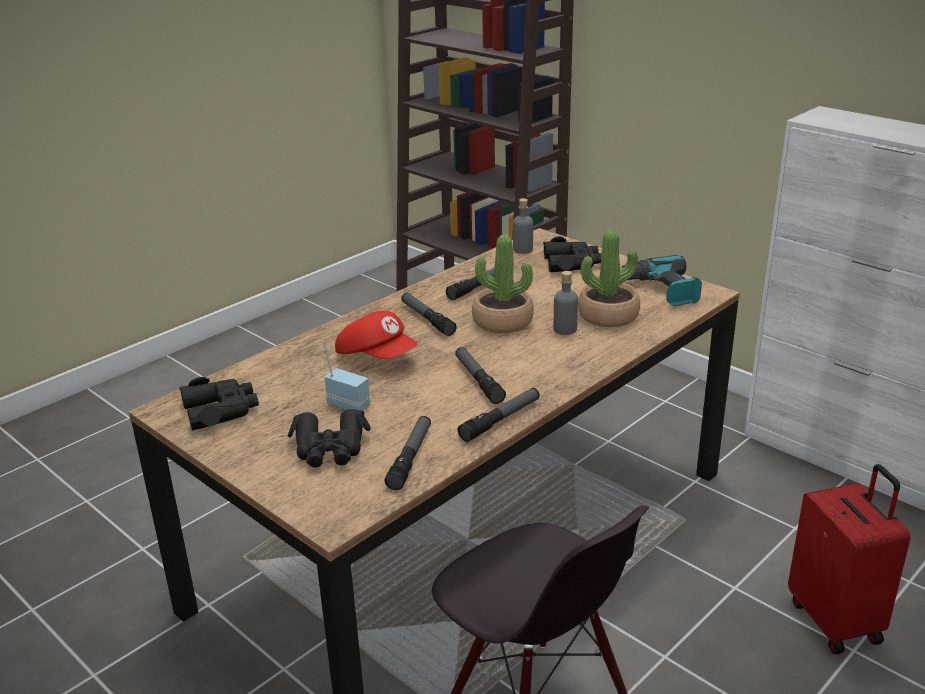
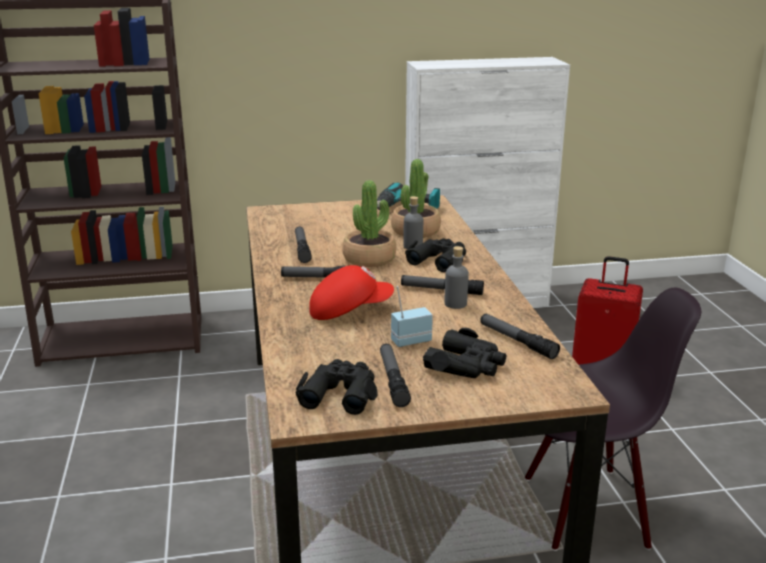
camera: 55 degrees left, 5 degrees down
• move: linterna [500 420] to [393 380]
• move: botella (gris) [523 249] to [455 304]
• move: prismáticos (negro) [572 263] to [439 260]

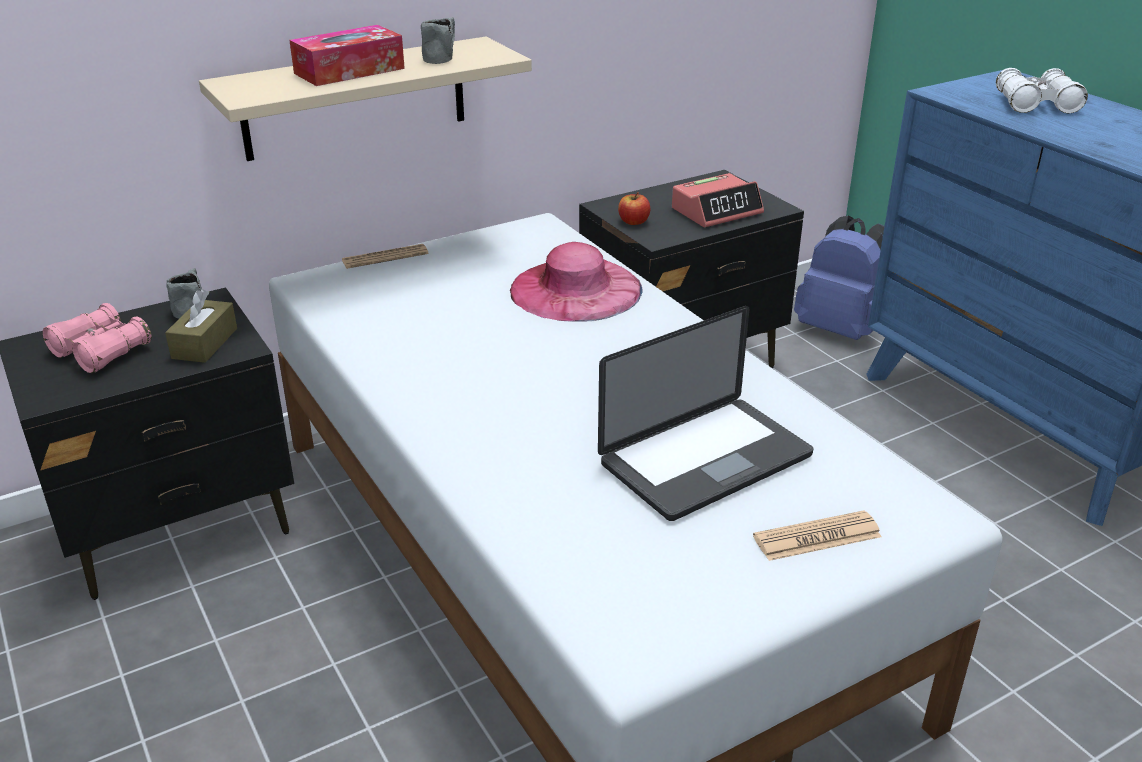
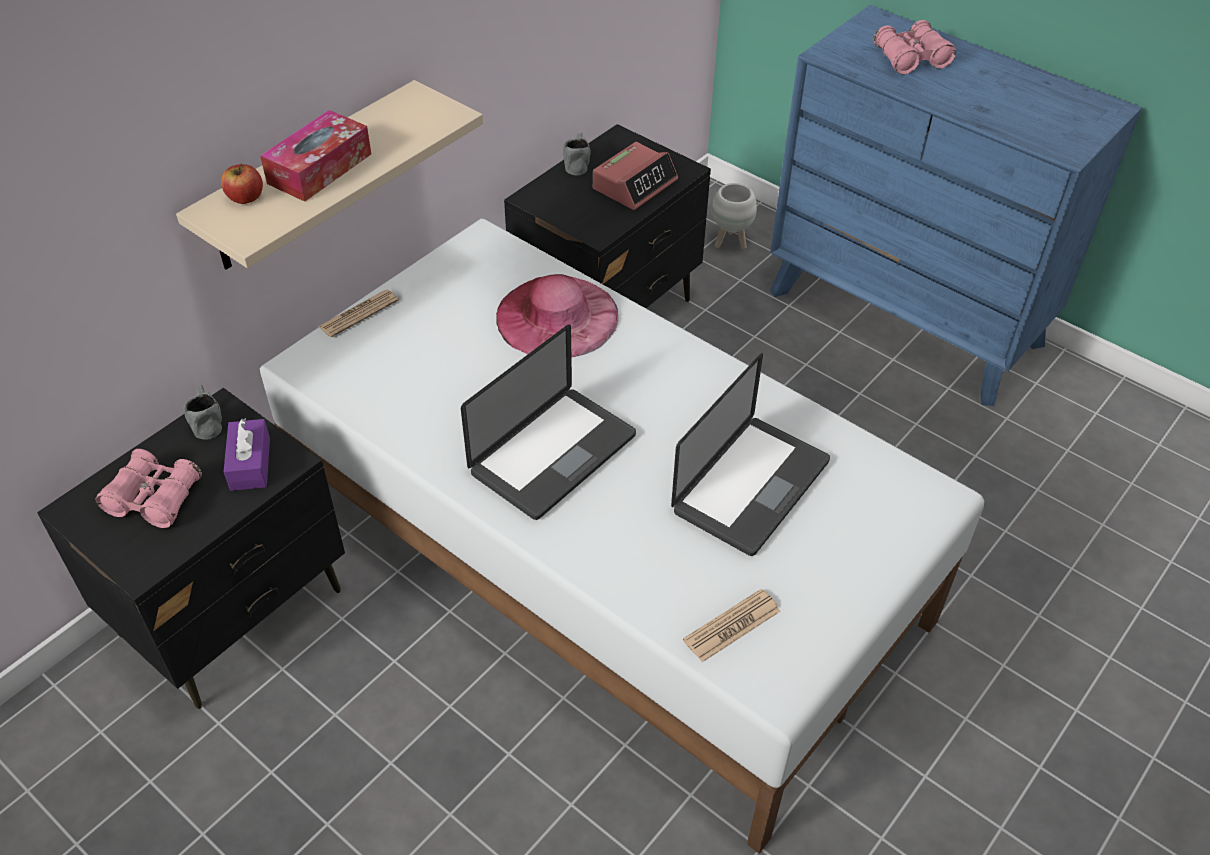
camera: 20 degrees left, 15 degrees up
• recolor: caja de pañuelos (marrón) [205 343] to caja de pañuelos (morado) [250 464]
• move: taza grande (gris) [442 57] to [577 164]
• move: manzana [633 222] to [245 198]
• move: periódico [817 537] to [732 626]
• replace: mochila (azul) [839 329] to maceta (blanco) [730 242]
• recolor: prismáticos (blanco) [1036 104] to prismáticos (rosa) [911 58]
• insert: portátil [553 454]

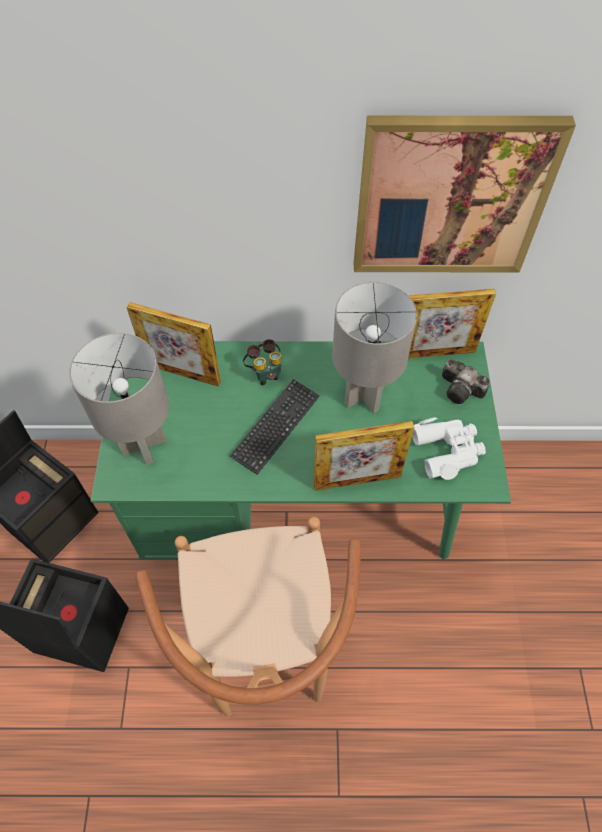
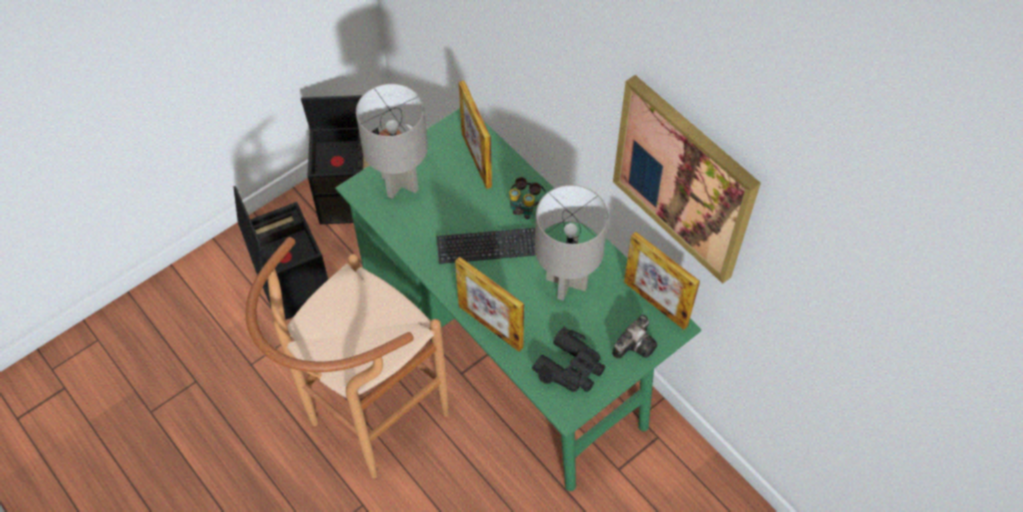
camera: 50 degrees right, 0 degrees up
• recolor: prismáticos (blanco) [447 450] to prismáticos (negro) [571 367]
• rotate: cámara [462 390] = [636 344] 135 degrees counterclockwise

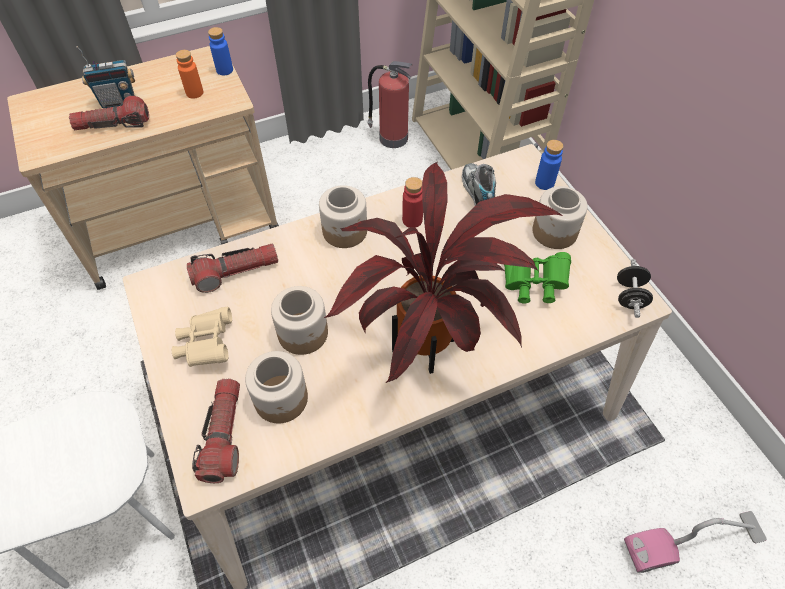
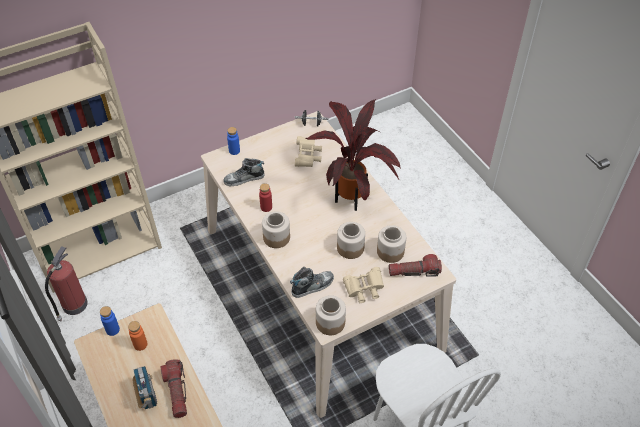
camera: 95 degrees left, 5 degrees down
• replace: linterna [235 272] to zapato [312 286]
• recolor: prismáticos (verde) [533 284] to prismáticos (beis) [307 157]
• move: tarro [555 232] to [330 322]
• delete: aspiradora [693 541]

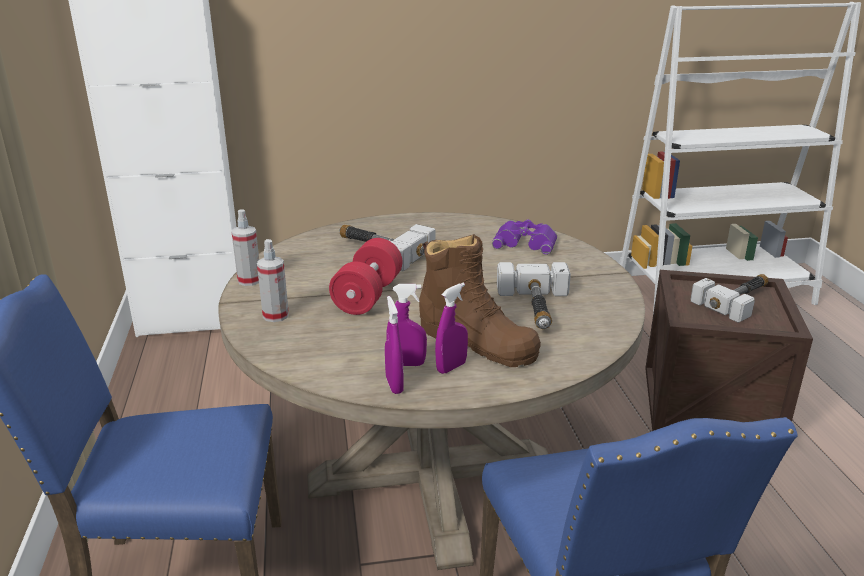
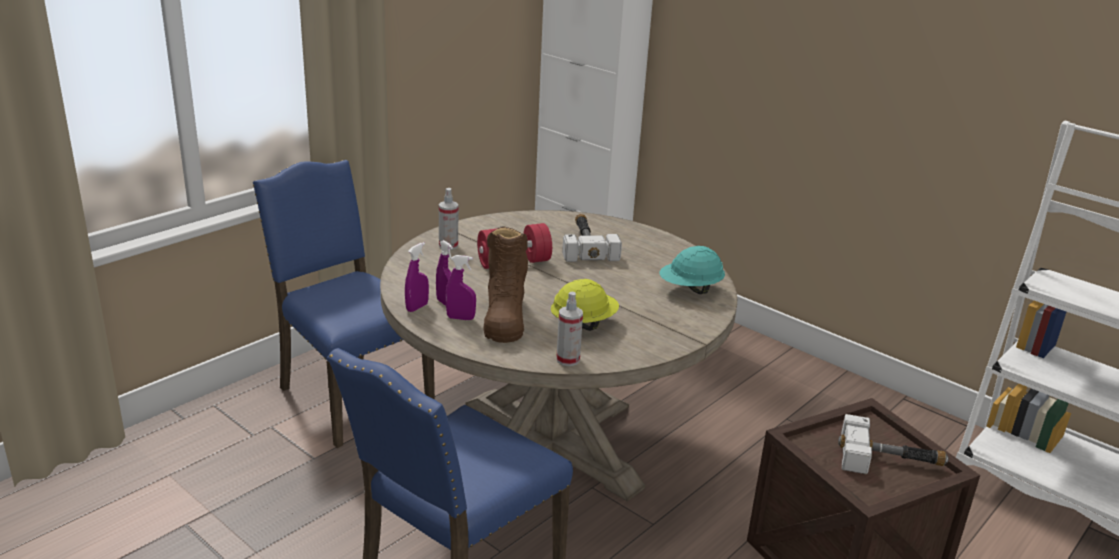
camera: 50 degrees right, 0 degrees up
• move: pulverizador [249 280] to [568 360]
• replace: prismáticos (morado) [526 242] to casco (turquesa) [690 289]
• replace: martillo [536 308] to casco (amarillo) [583 323]

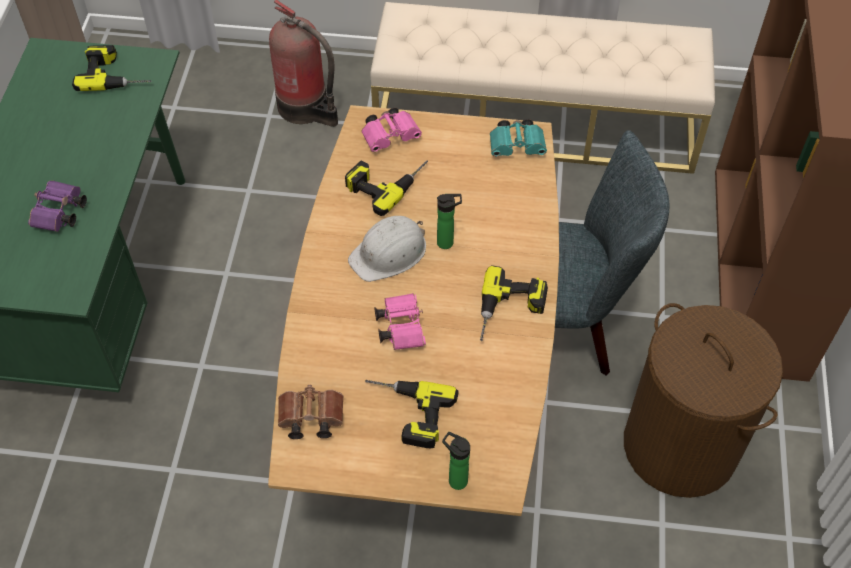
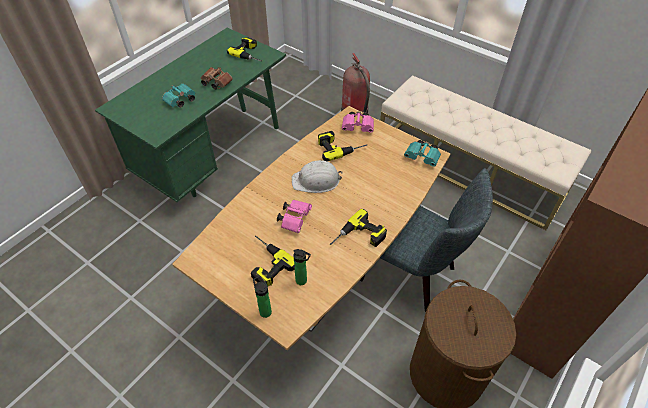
camera: 30 degrees right, 5 degrees down
• recolor: prismáticos (morado) [60 214] to prismáticos (turquesa) [180 101]
• move: prismáticos (marrón) [309 419] to [215 83]
• move: botella [448 242] to [303 281]

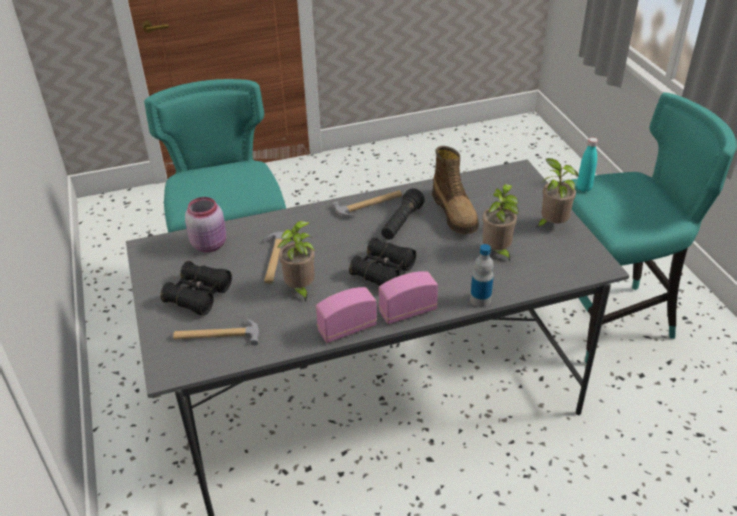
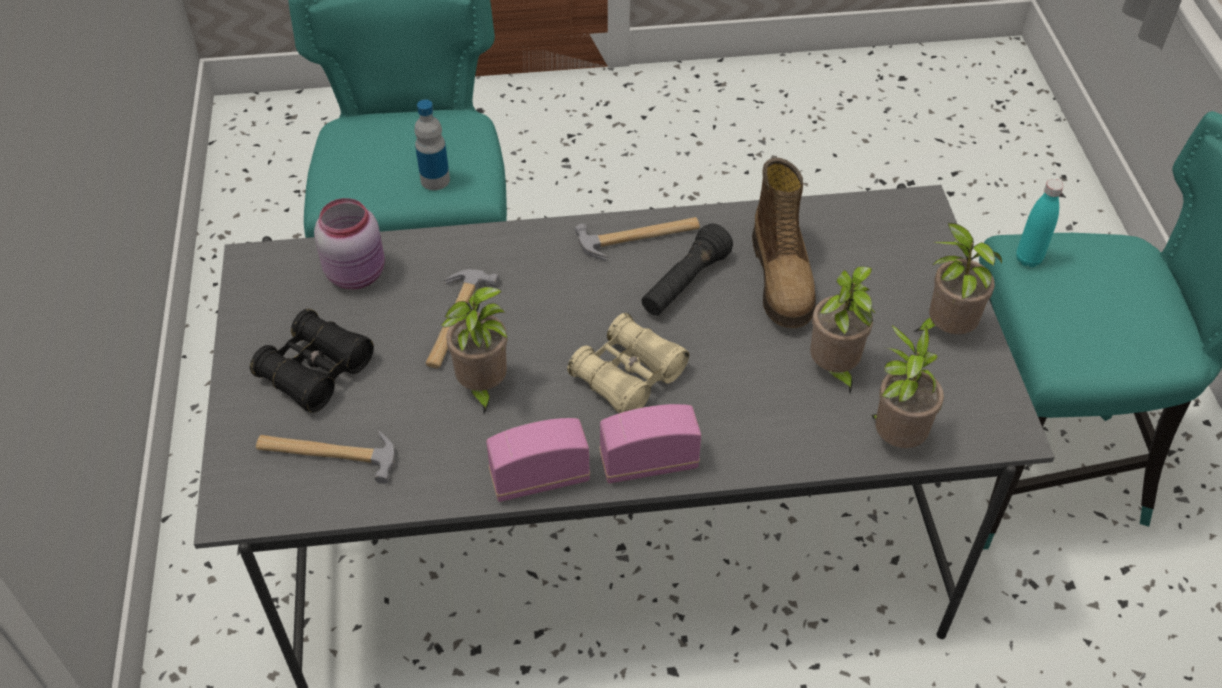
camera: 10 degrees right, 10 degrees up
• recolor: prismáticos (negro) [383 271] to prismáticos (beis) [628 376]
• move: botella [480 300] to [435 180]
• insert: planta en maceta [895 437]

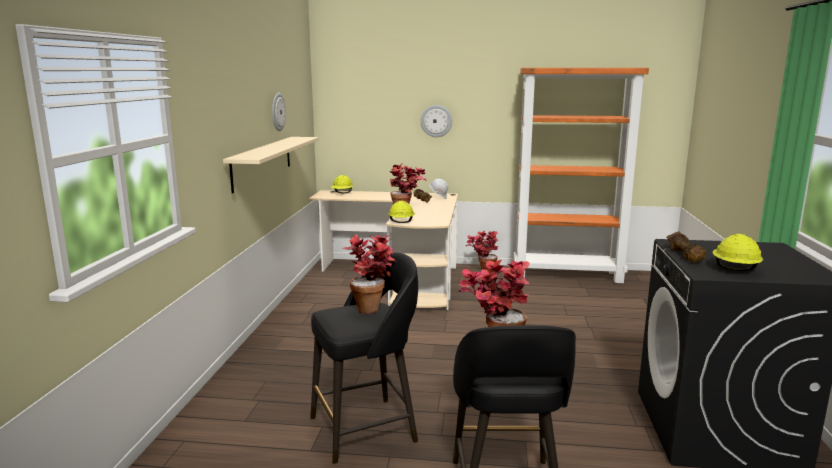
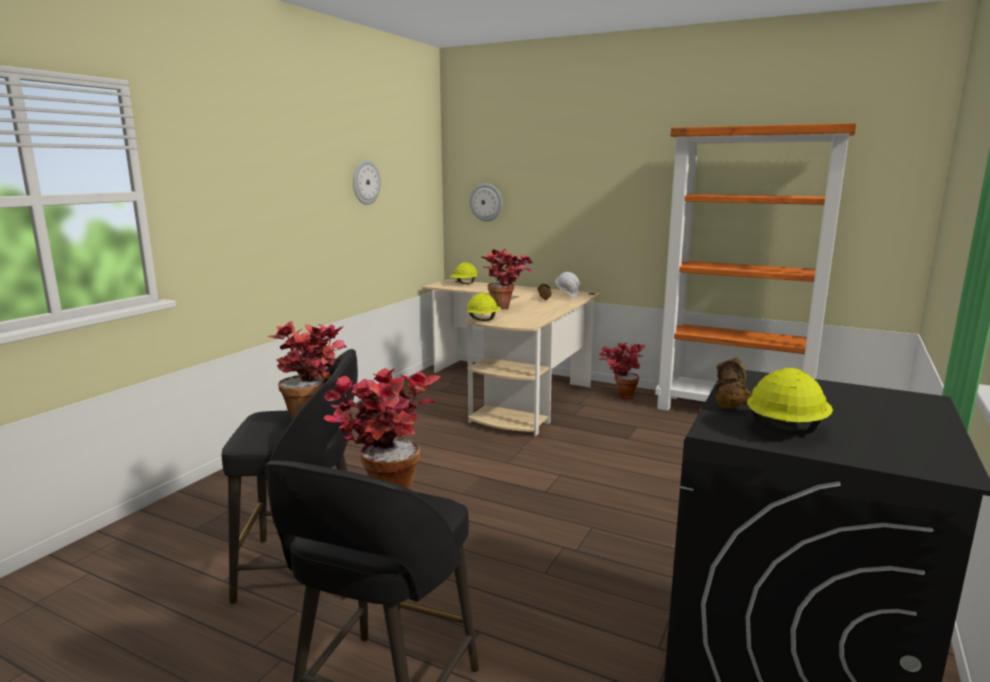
camera: 20 degrees right, 0 degrees up
• delete: estante (beis) [262 162]
• move: reloj de pared [436 121] to [486 202]

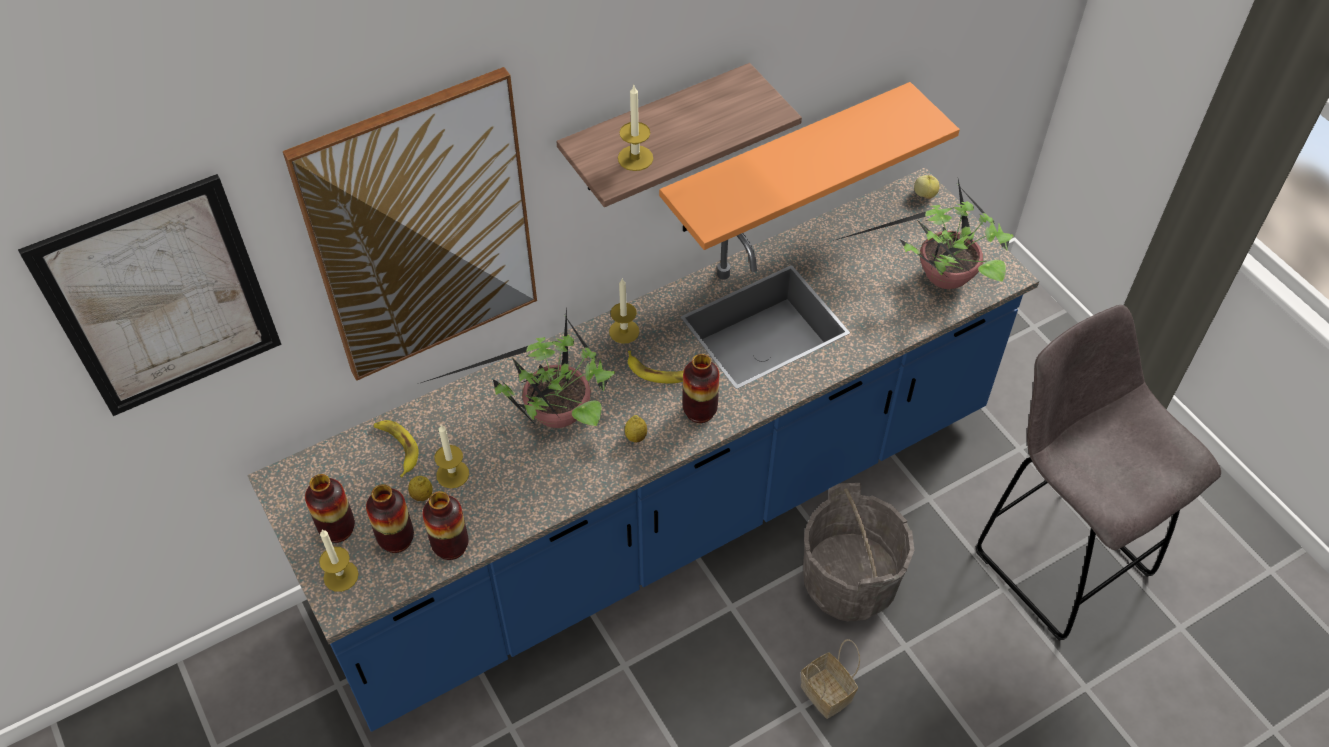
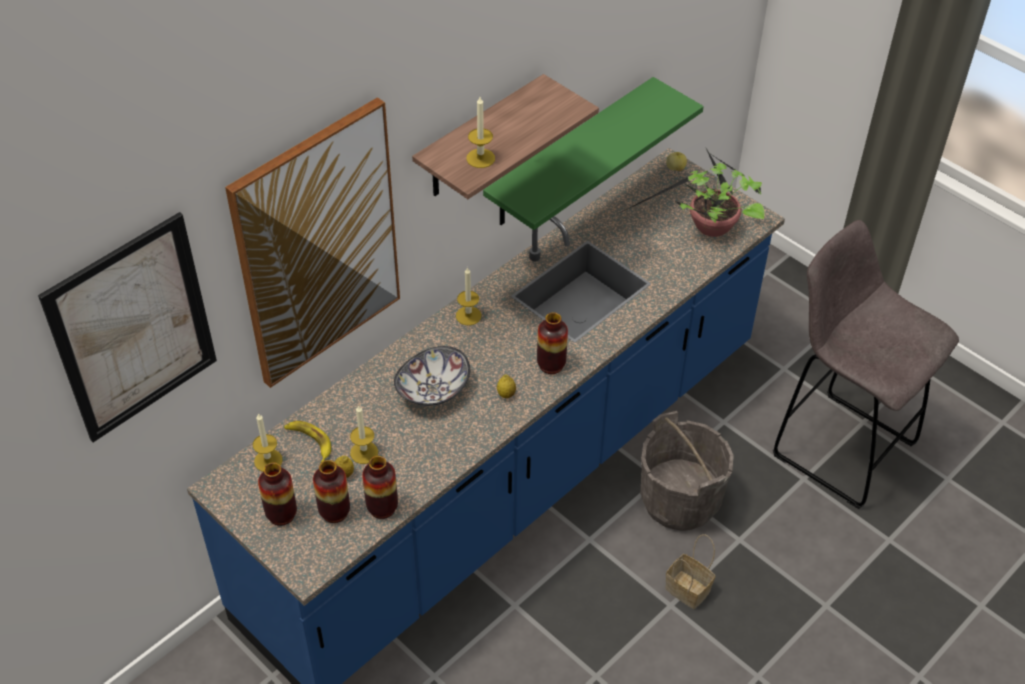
camera: 15 degrees left, 5 degrees down
• move: vela [341 576] to [268 460]
• replace: planta en maceta [553 414] to cuenco [432 390]
• delete: plátano [659 371]
• recolor: estante (naranja) [786 160] to estante (verde) [570 153]

